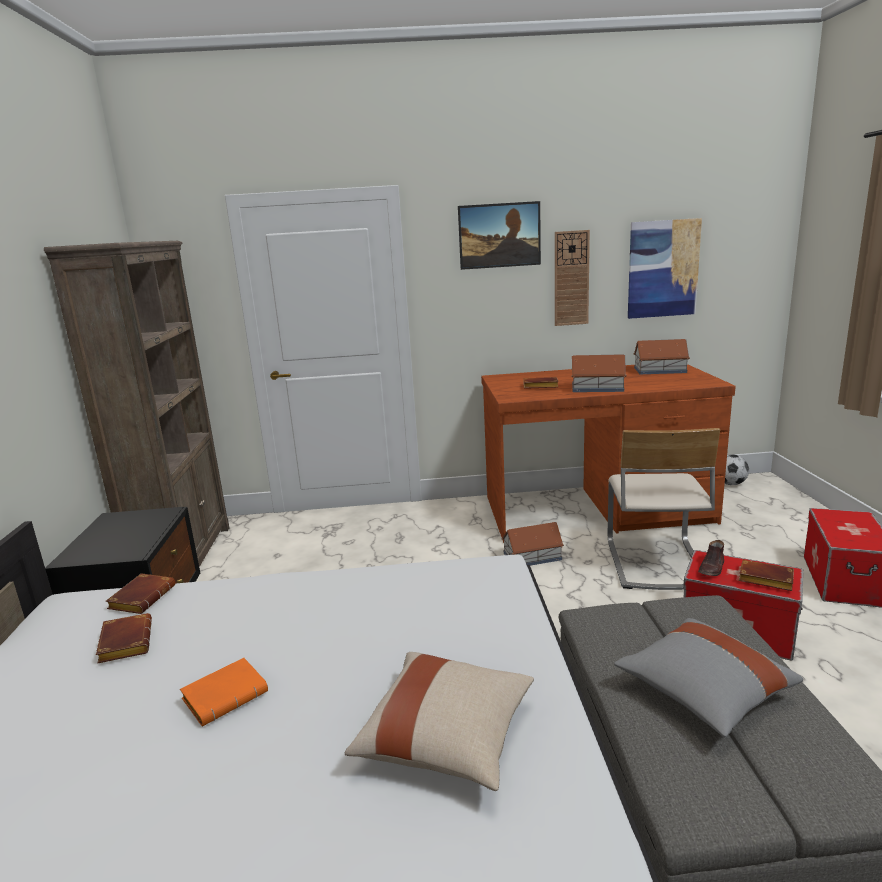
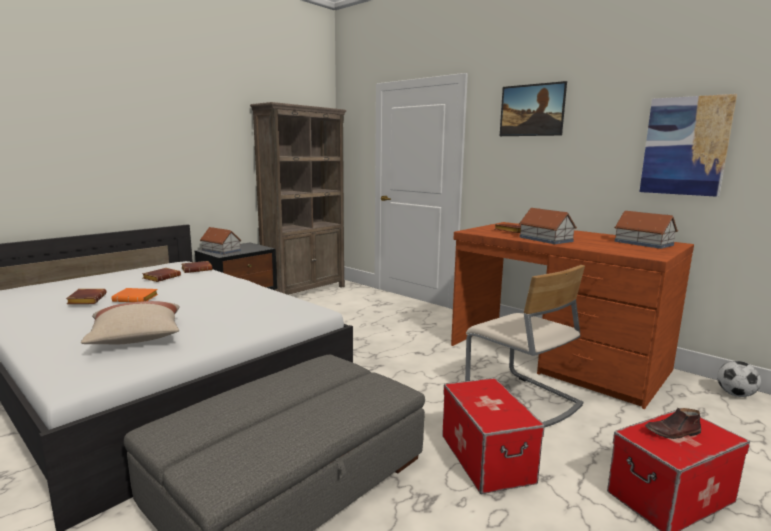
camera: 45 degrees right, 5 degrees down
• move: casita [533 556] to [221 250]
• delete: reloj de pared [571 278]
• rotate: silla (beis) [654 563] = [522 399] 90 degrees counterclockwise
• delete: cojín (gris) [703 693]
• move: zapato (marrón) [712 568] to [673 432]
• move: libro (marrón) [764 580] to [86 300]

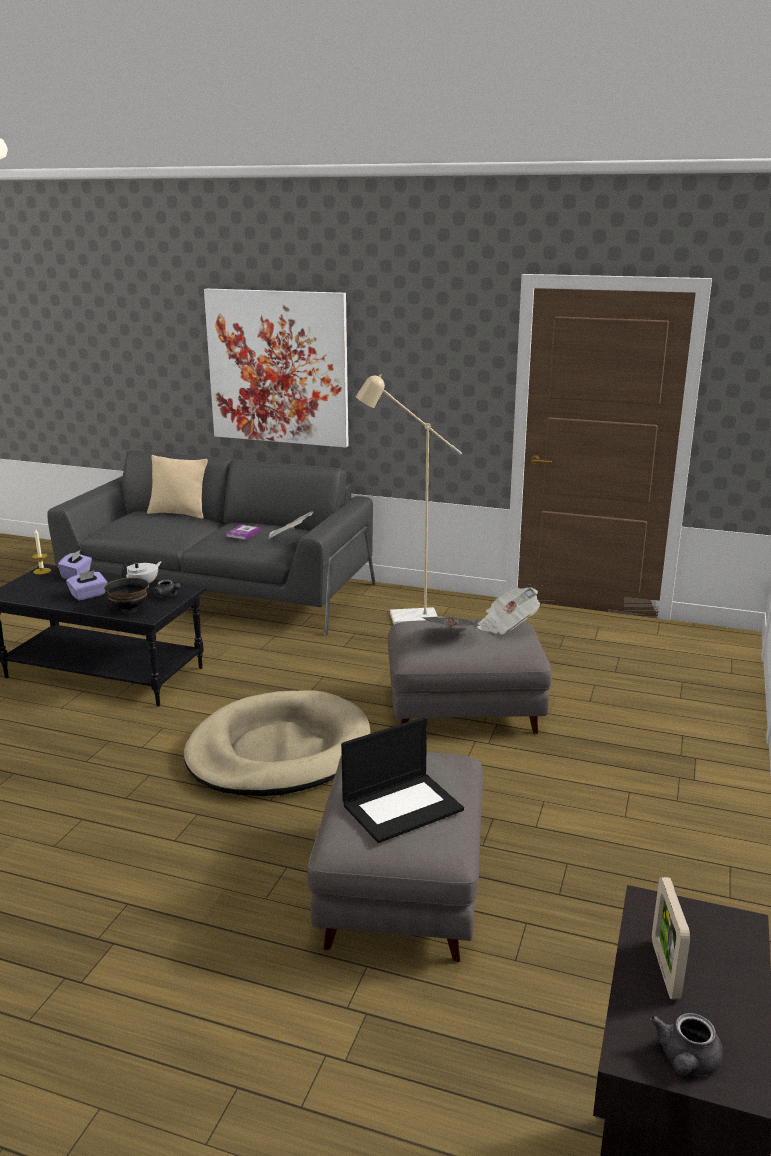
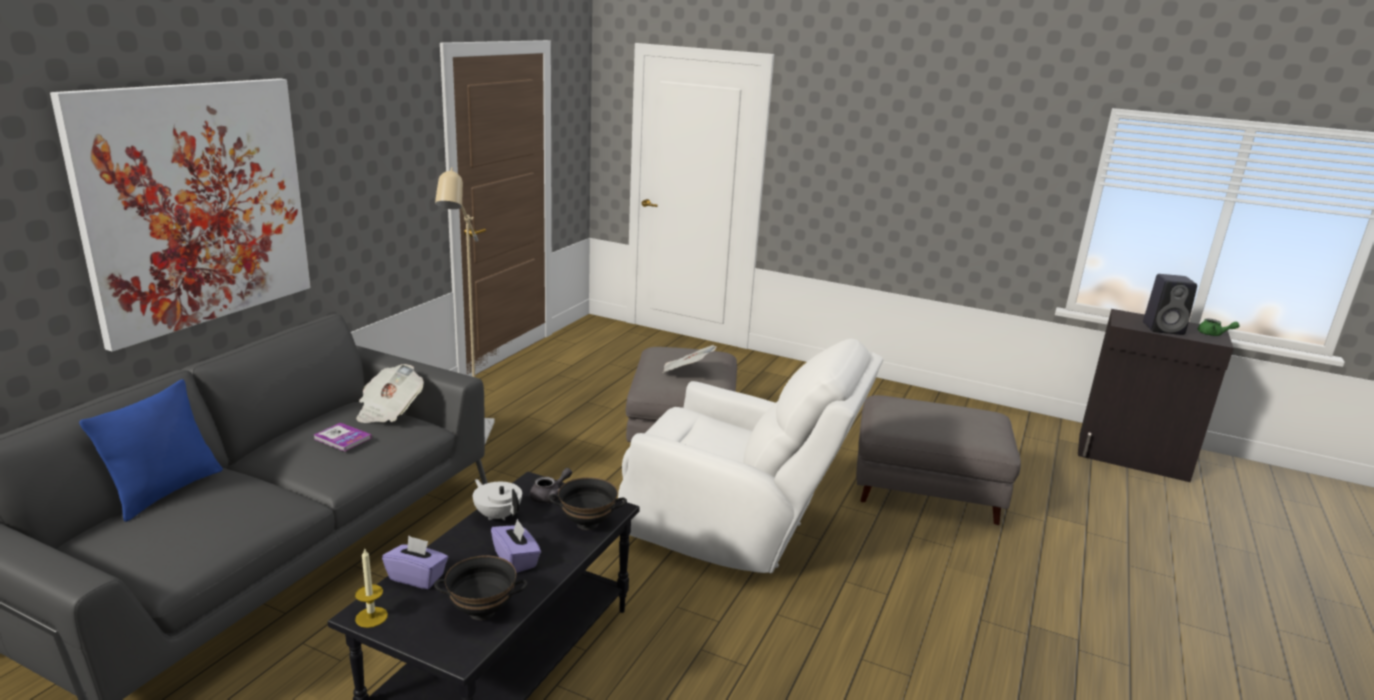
camera: 85 degrees left, 0 degrees up
• recolor: cojín (beis) [178 513] to cojín (azul) [165 491]
• replace: cama para perro (beis) [278 751] to sillón (blanco) [737 530]
• delete: portátil [403 806]
• delete: periódico [507 626]
• recolor: tetera (gris) [686 1061] to tetera (verde) [1213 334]
• replace: portarretratos [665 969] to altavoz (negro) [1164 329]
• insert: cuenco (negro) [481 612]

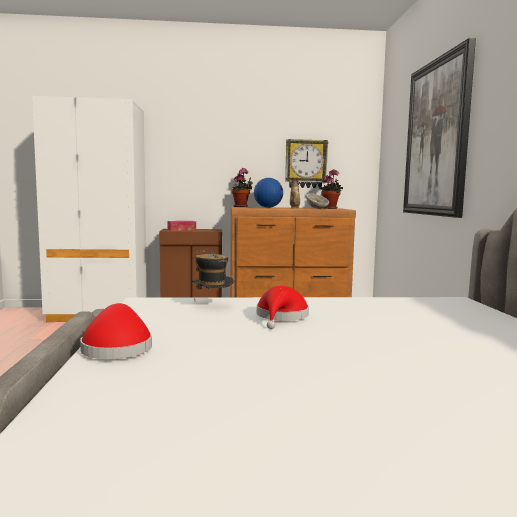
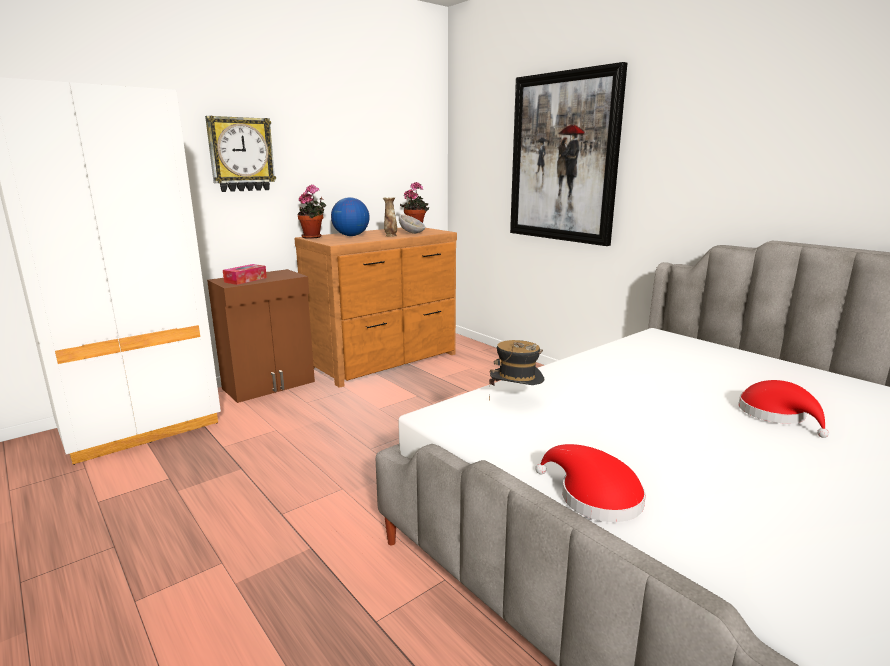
camera: 35 degrees left, 10 degrees up
• move: sombrero (rojo) [281 317] to [776 415]
• move: reloj de pared [306 164] to [241 154]

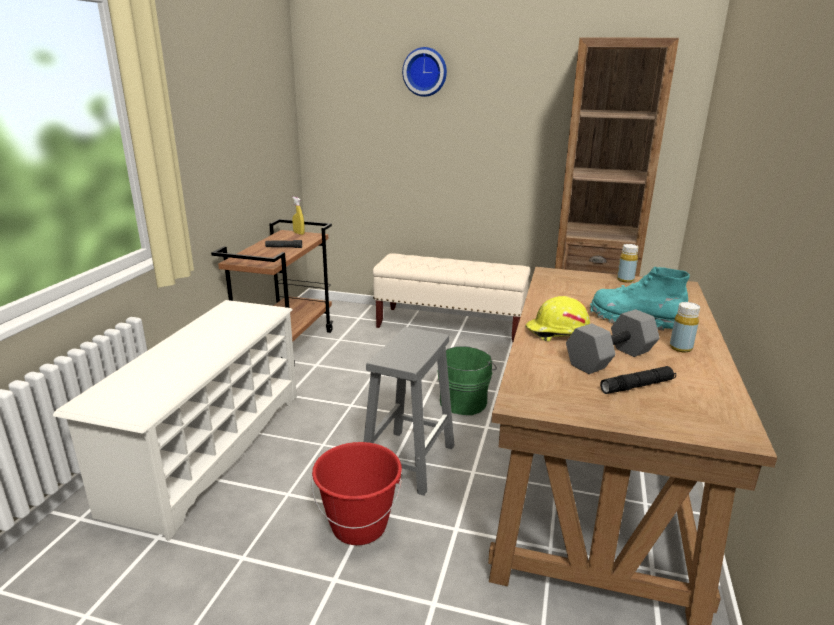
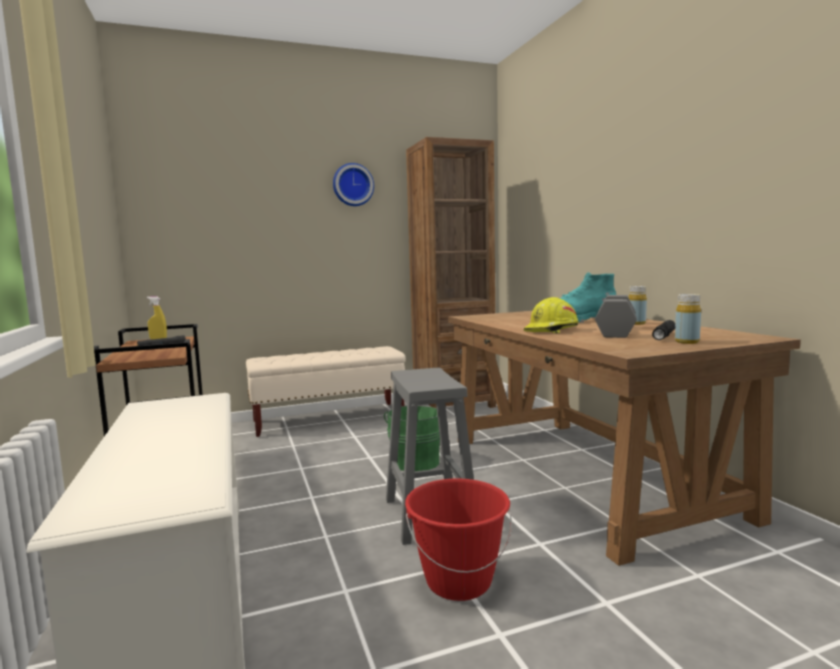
camera: 35 degrees left, 15 degrees down
• move: reloj de pared [425 72] to [352 185]
• move: botella (amarillo) [625 280] to [687 342]

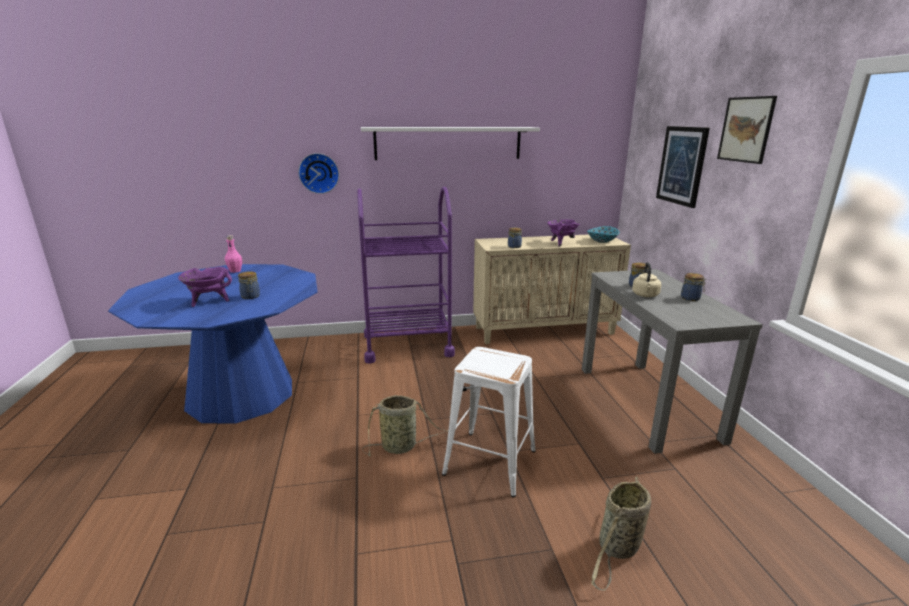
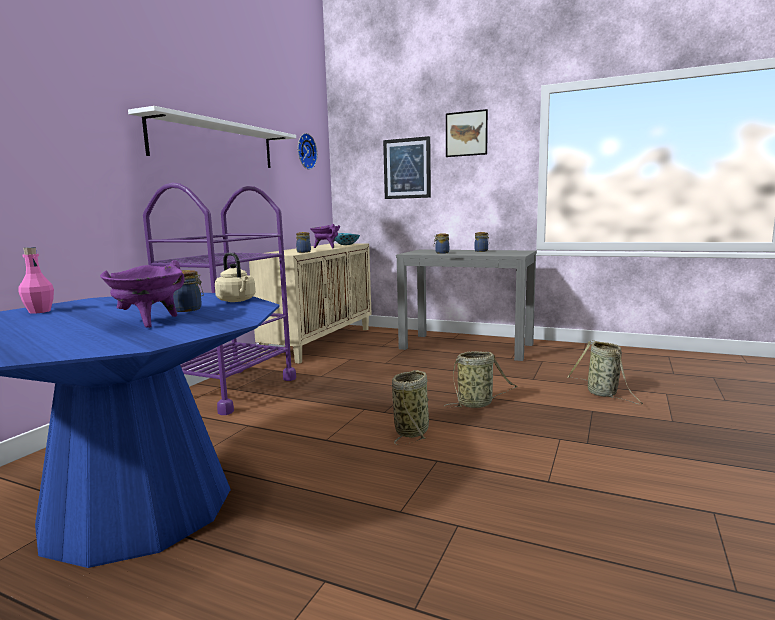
camera: 55 degrees left, 10 degrees down
• move: reloj de pared [319 173] to [305 151]
• replace: taburete (blanco) [490 461] to cesta [477 404]
• move: hervidor (beis) [645 295] to [237 300]

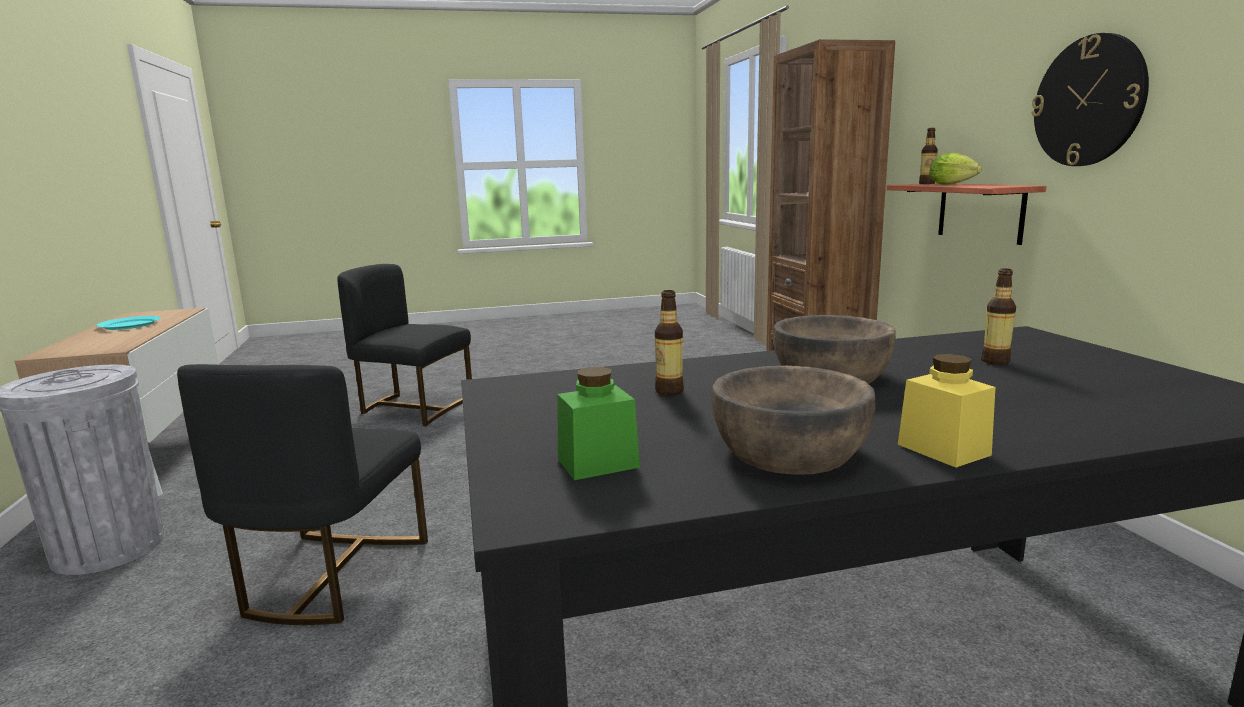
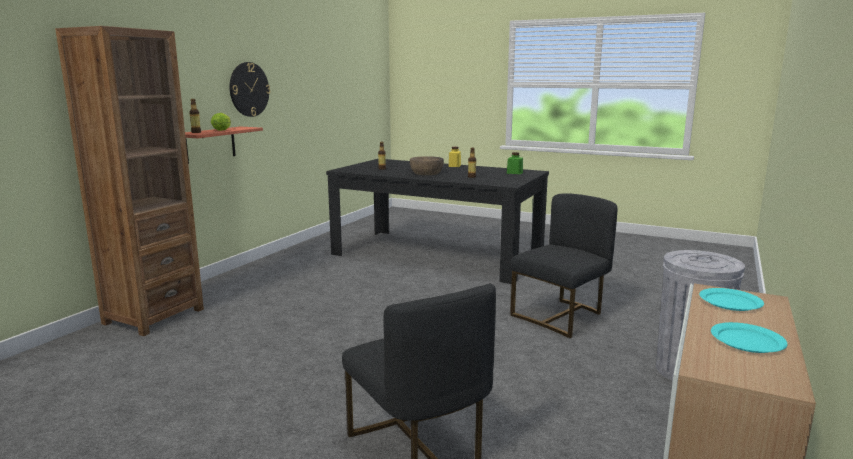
camera: 140 degrees left, 0 degrees up
• delete: cuenco (marrón) [790 451]
• insert: plato (turquesa) [730 302]

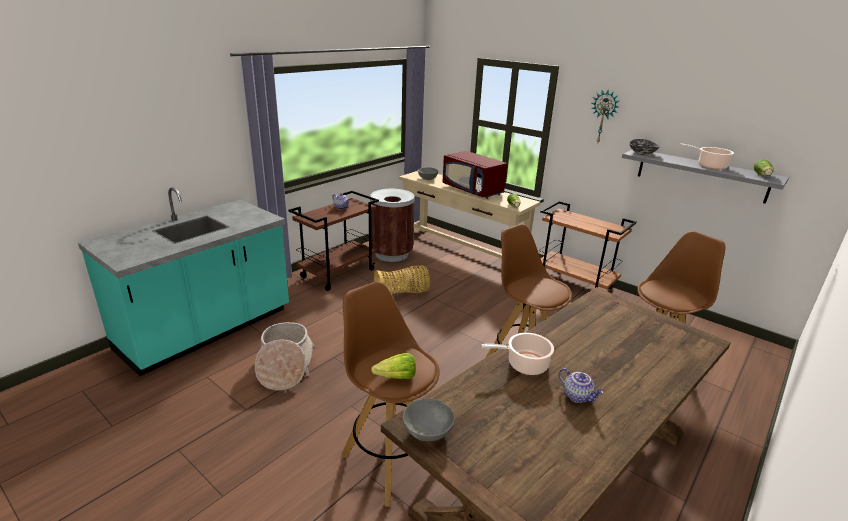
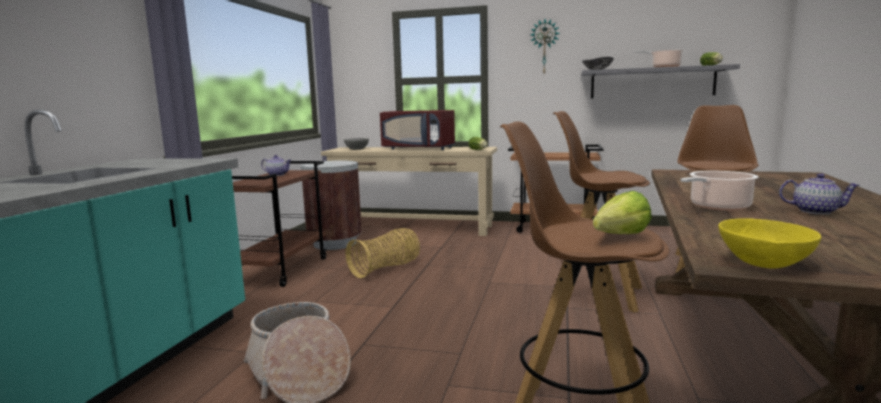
camera: 25 degrees left, 15 degrees down
• recolor: cuenco (gris) [428 432] to cuenco (amarillo) [764 263]

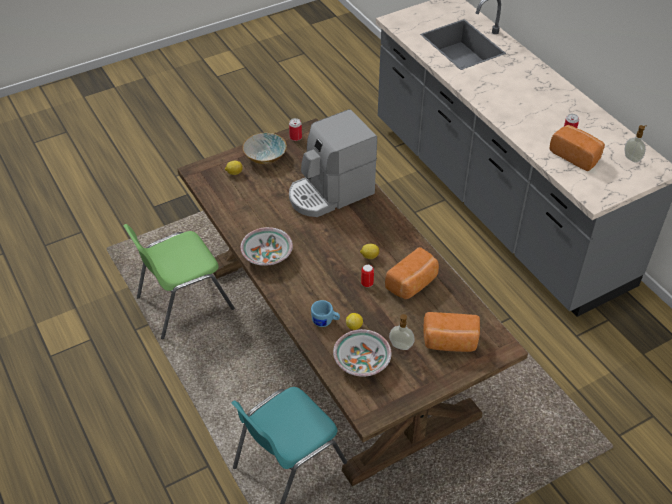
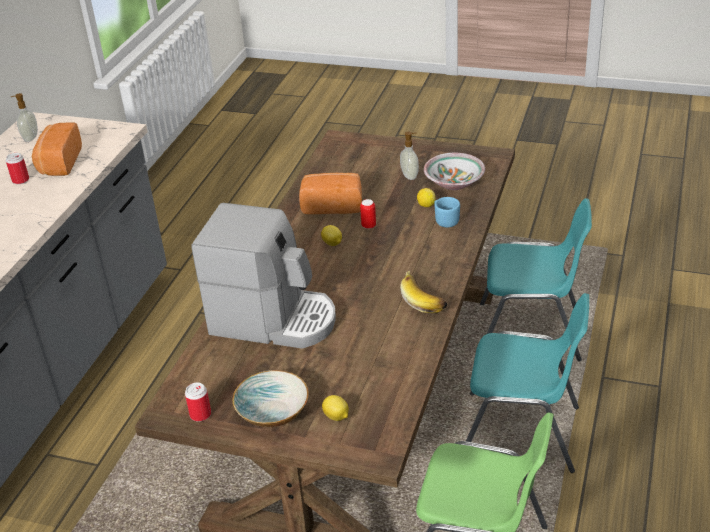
camera: 130 degrees left, 10 degrees down
• replace: cuenco [267 256] to plátano [425 299]
• delete: pan [450 343]
• insert: silla (turquesa) [522 433]

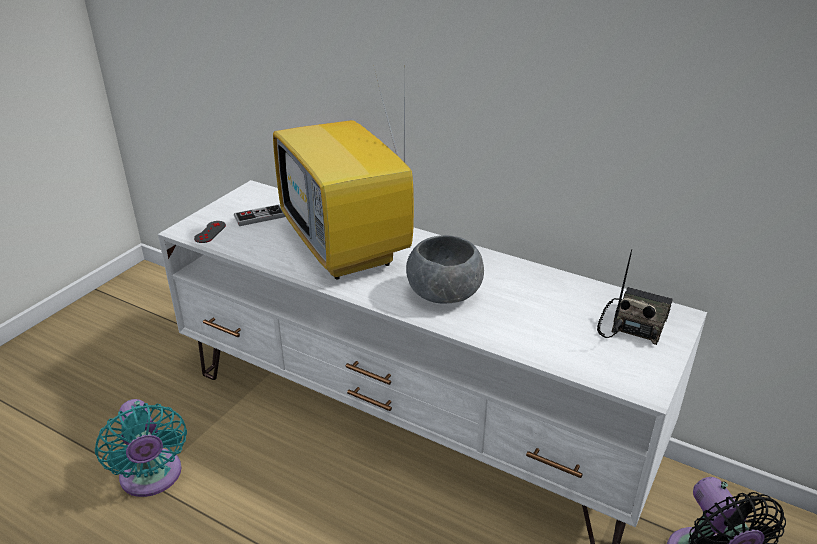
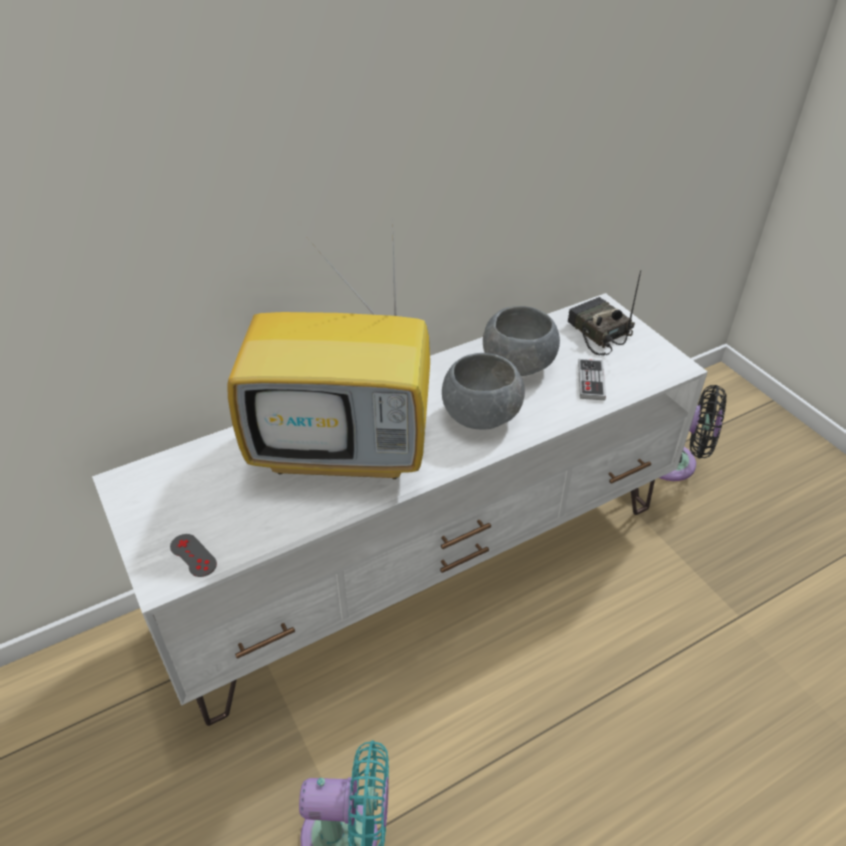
camera: 60 degrees left, 10 degrees up
• move: mando de consola [259 217] to [591 381]
• insert: cuenco (gris) [518 364]

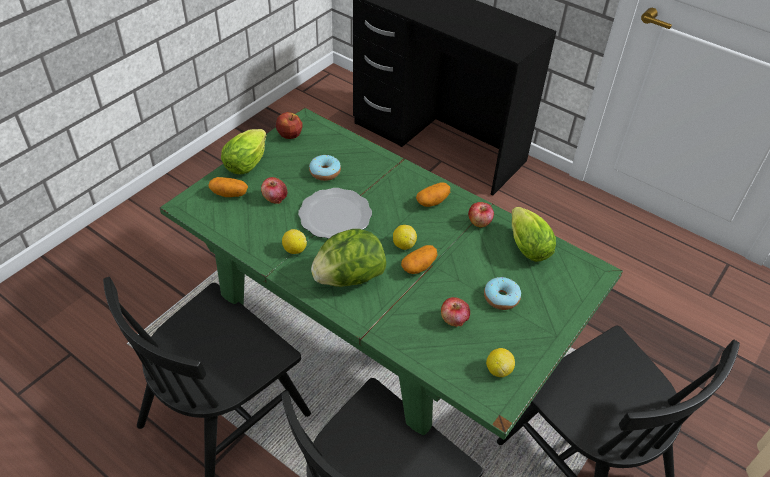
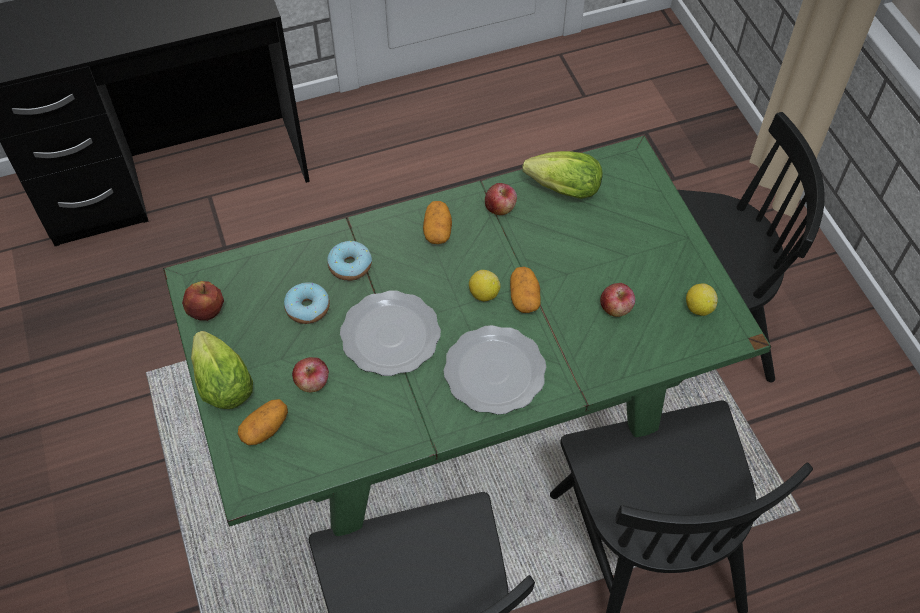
camera: 55 degrees left, 10 degrees up
• delete: limón [294 249]
• replace: lechuga [349 277] to plato [496 371]
• move: rosquilla [501 298] to [350 266]

